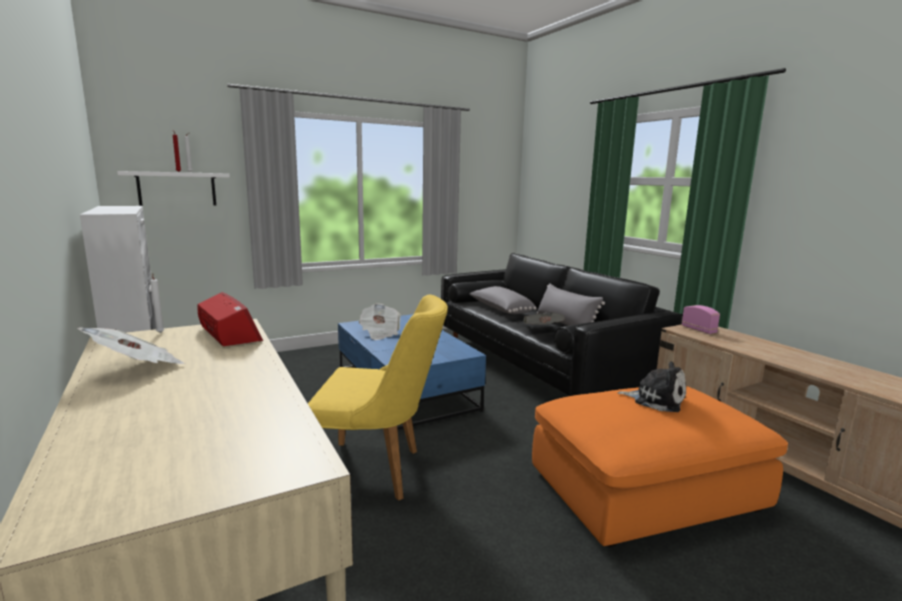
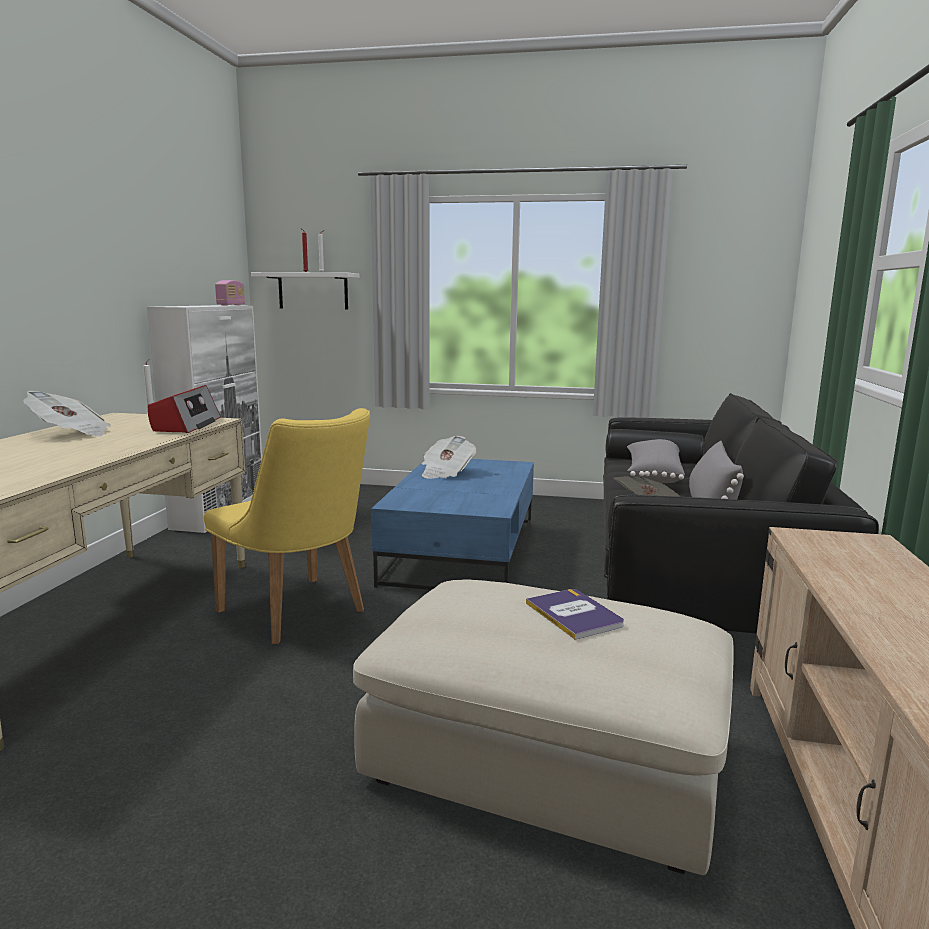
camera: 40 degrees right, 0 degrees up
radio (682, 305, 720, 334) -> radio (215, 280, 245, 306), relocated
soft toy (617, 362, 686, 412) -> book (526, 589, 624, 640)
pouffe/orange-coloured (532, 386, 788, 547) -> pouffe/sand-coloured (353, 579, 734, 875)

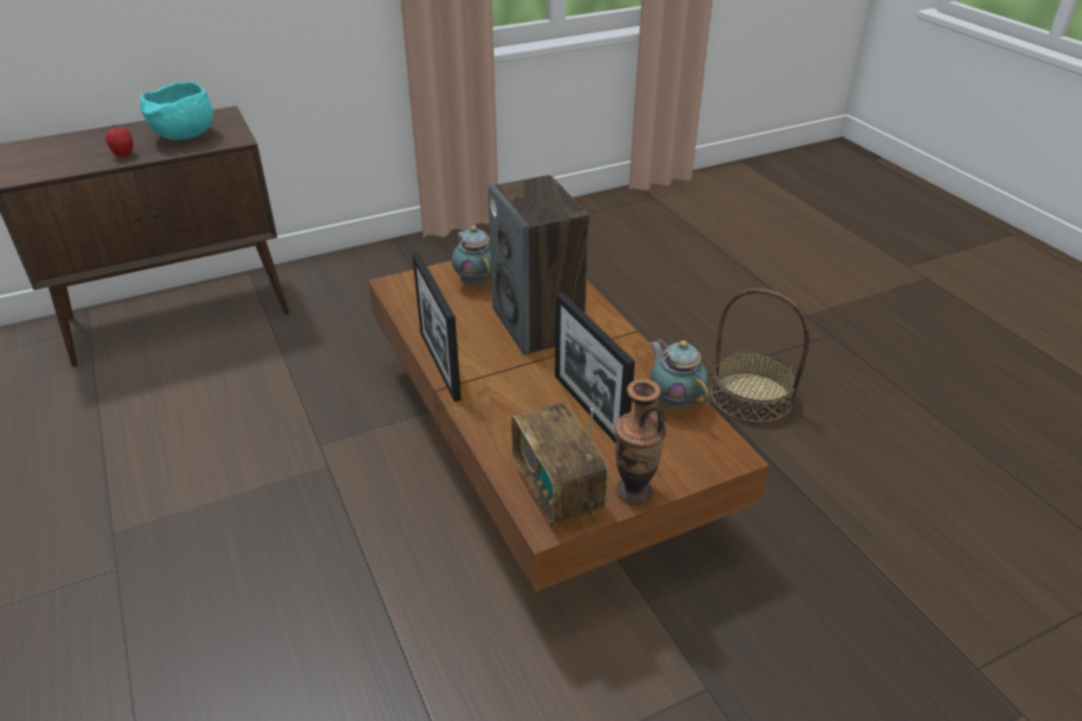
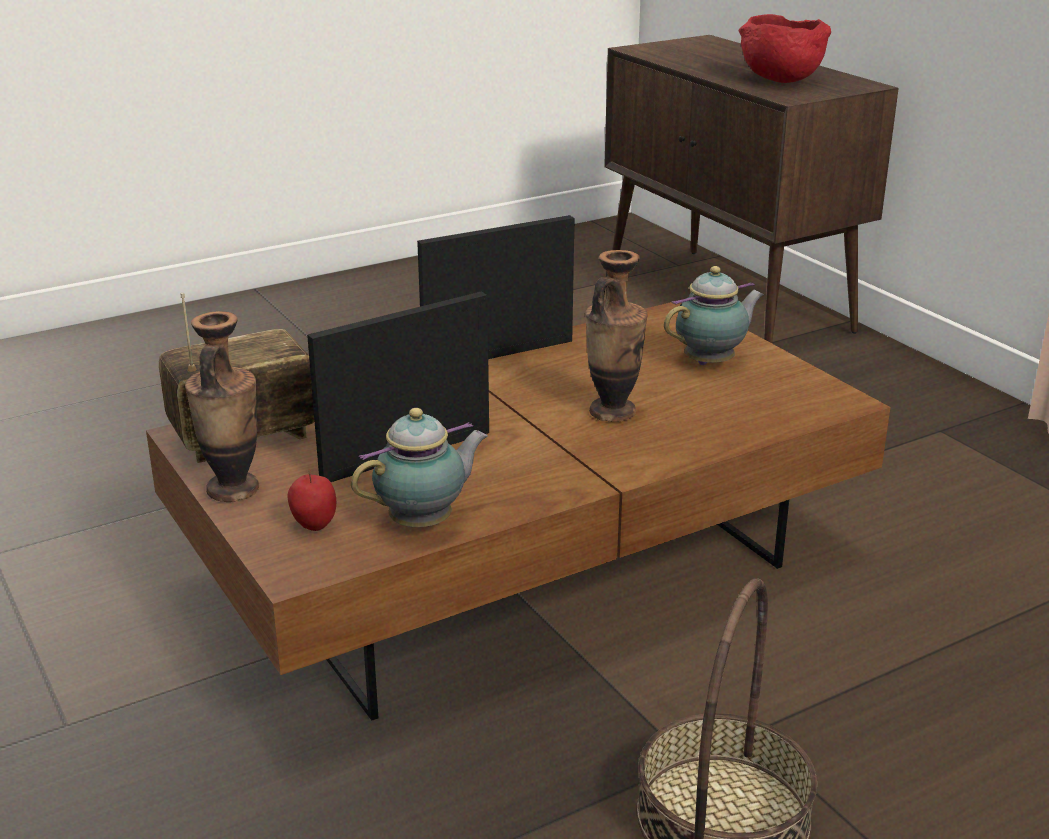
camera: 85 degrees right, 10 degrees down
deep dish/turquoise (140, 82, 213, 140) -> deep dish/reddish (738, 14, 831, 83)
apple (106, 124, 133, 157) -> apple (287, 469, 336, 531), relocated
audio speaker (488, 175, 589, 356) -> decorative vase (585, 250, 648, 422)

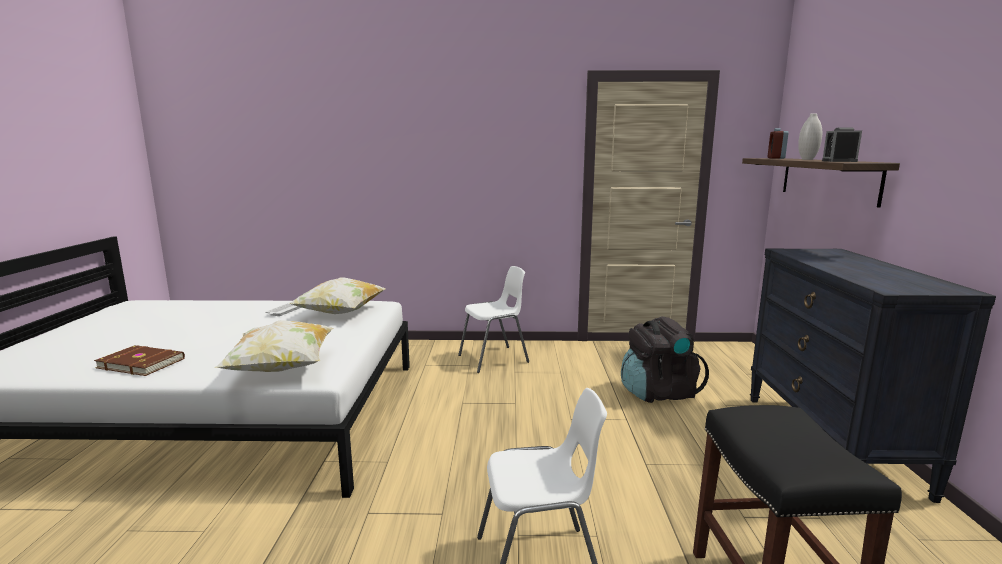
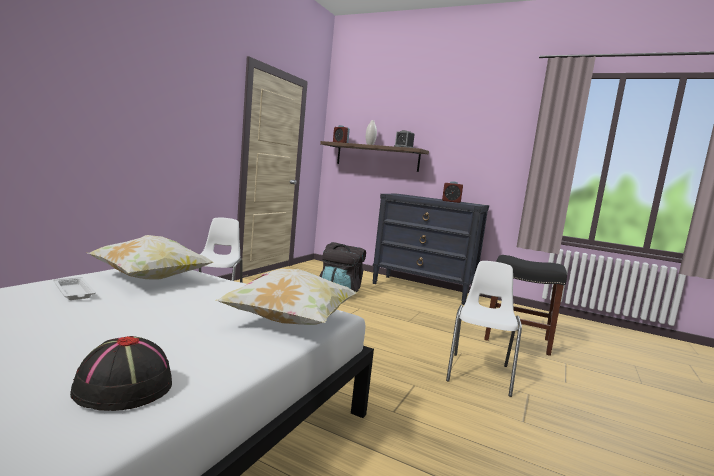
camera: 65 degrees left, 5 degrees down
book/brown-coloured (94, 345, 185, 376) -> clothing hat/black (70, 336, 172, 411)
none -> table clock (442, 181, 463, 203)

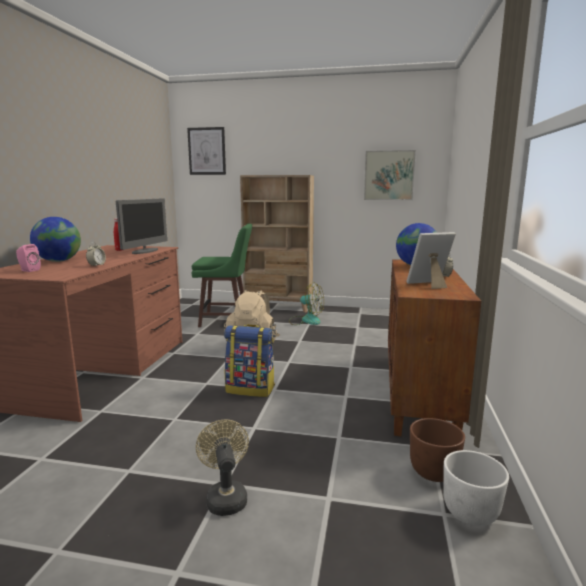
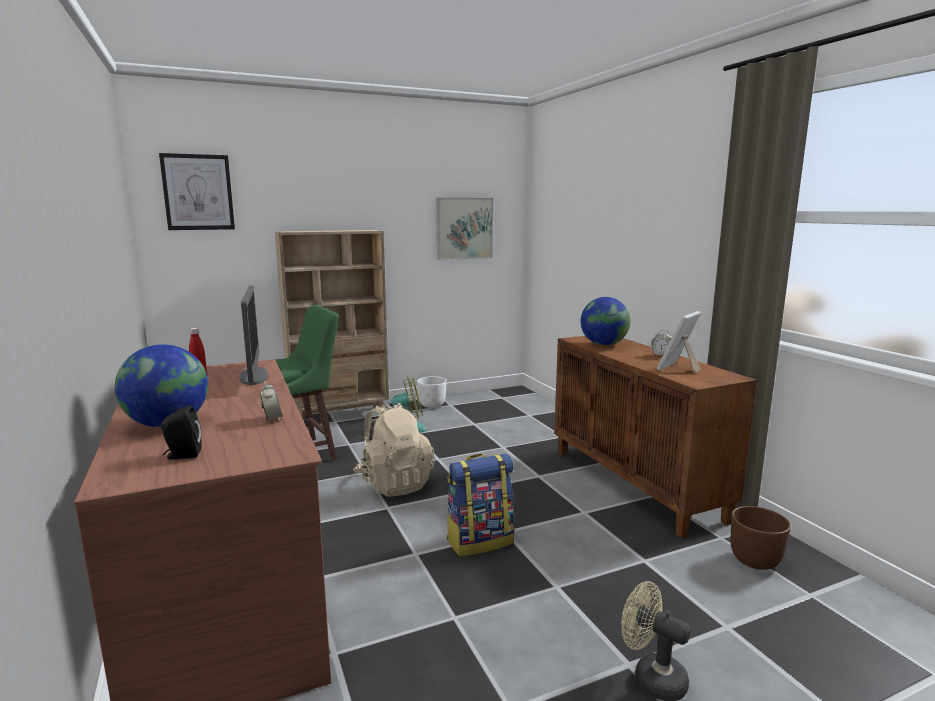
camera: 35 degrees left, 0 degrees up
audio speaker/pink (16, 244, 41, 272) -> audio speaker/black (161, 405, 202, 459)
plant pot/white (443, 450, 509, 527) -> plant pot/white (417, 376, 447, 408), relocated

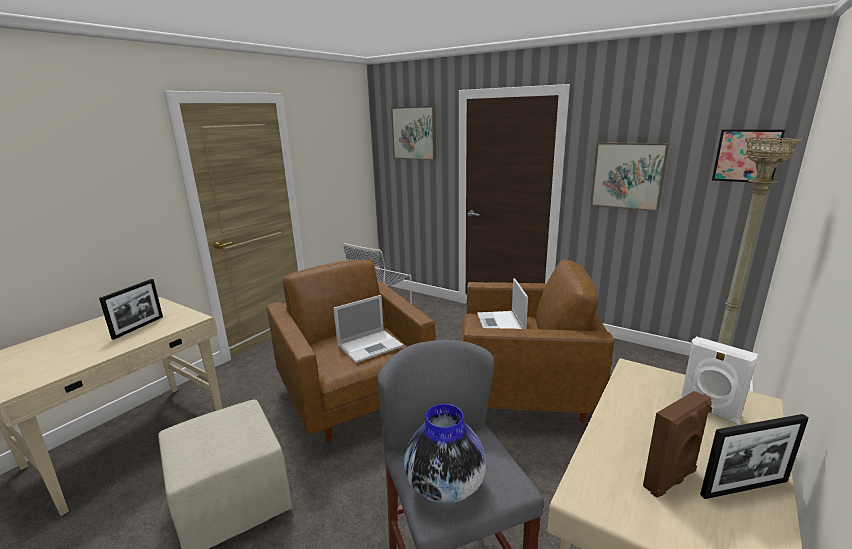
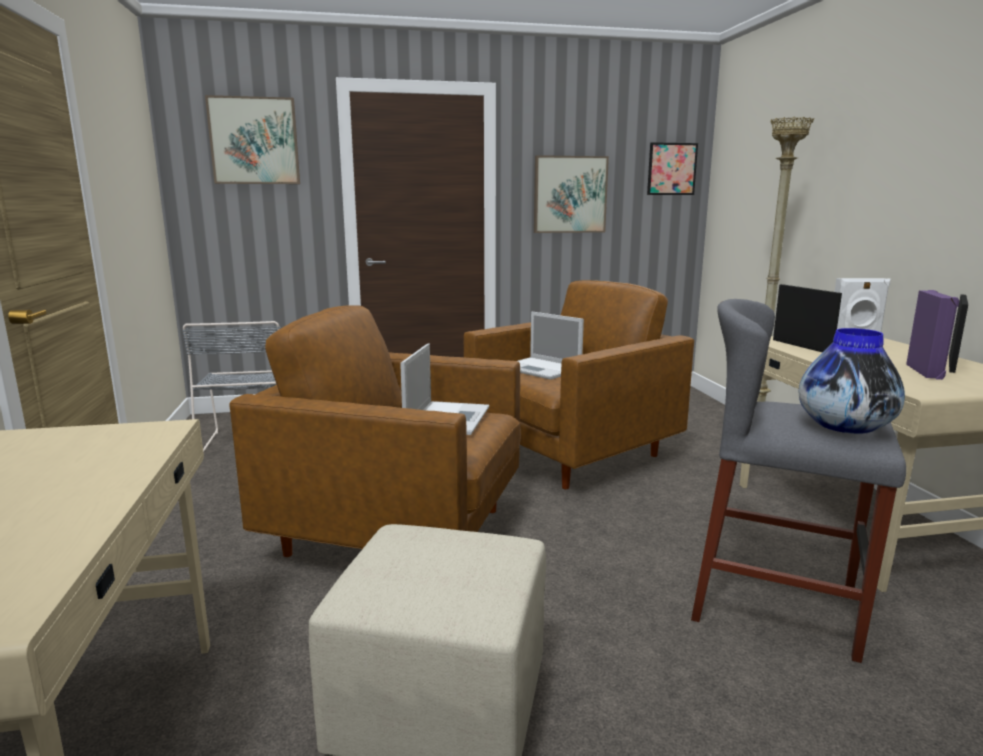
camera: 45 degrees left, 5 degrees down
standing frame (99, 279, 163, 340) -> standing frame (773, 284, 842, 352), relocated
audio speaker/brown-coloured (643, 391, 712, 498) -> audio speaker/purple (906, 290, 959, 380)

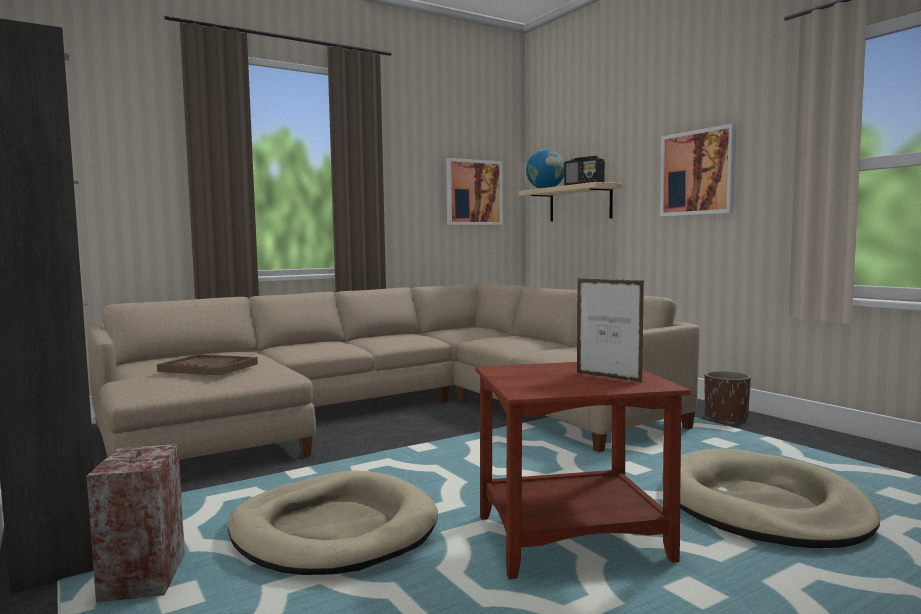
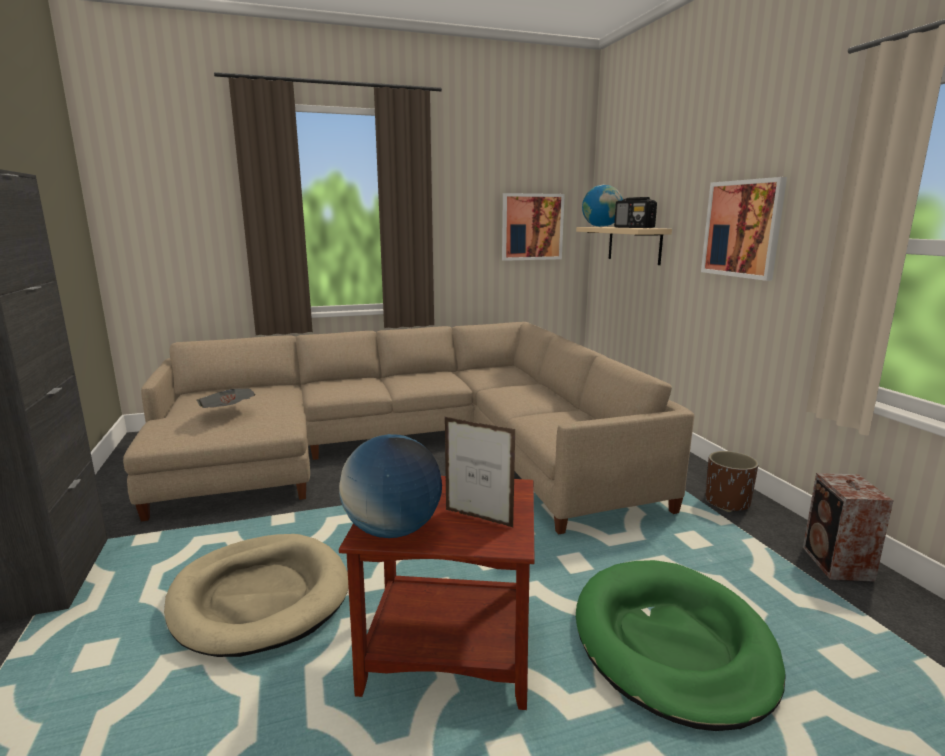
camera: 15 degrees right, 10 degrees up
standing frame (577, 278, 644, 383) -> standing frame (444, 416, 515, 527), 150 degrees clockwise
tray/brown-coloured (157, 354, 258, 376) -> daily paper (196, 388, 256, 408)
audio speaker (87, 444, 185, 602) -> audio speaker (803, 473, 893, 582), relocated
dog bed/sand-coloured (662, 449, 880, 548) -> dog bed/green (576, 560, 786, 731)
none -> desk globe (339, 434, 442, 538)

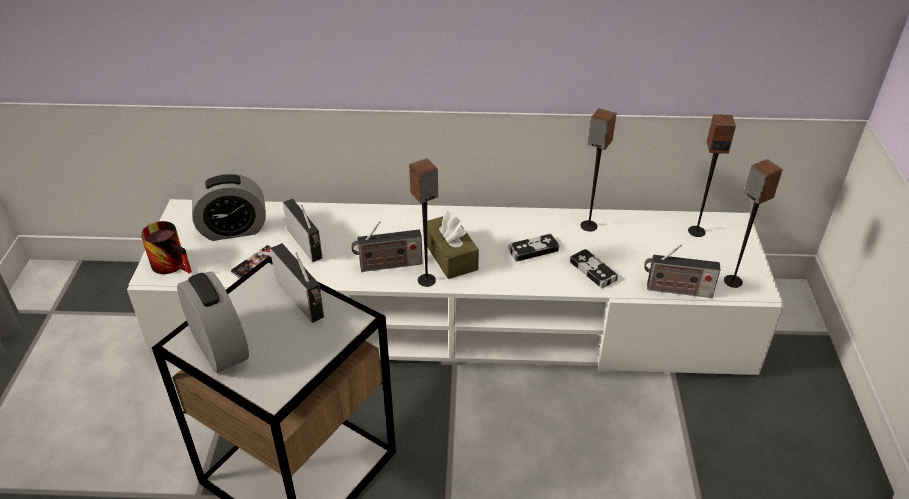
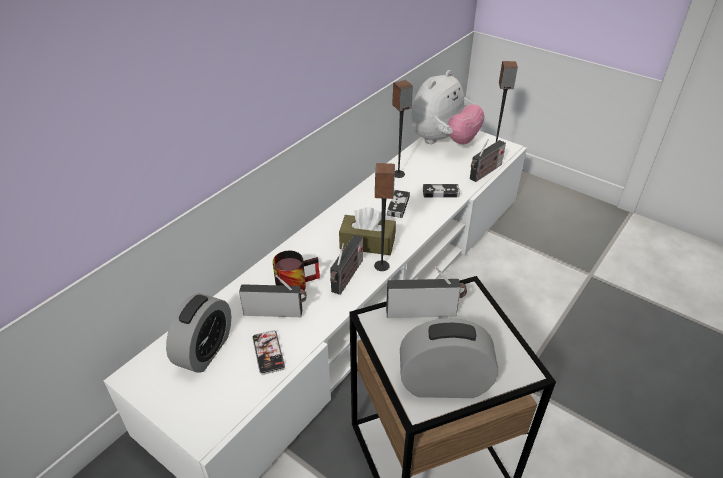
camera: 55 degrees left, 0 degrees up
audio speaker (688, 114, 736, 237) -> soft toy (410, 70, 485, 145)
tea mug (141, 221, 192, 274) -> tea mug (273, 251, 320, 291), relocated

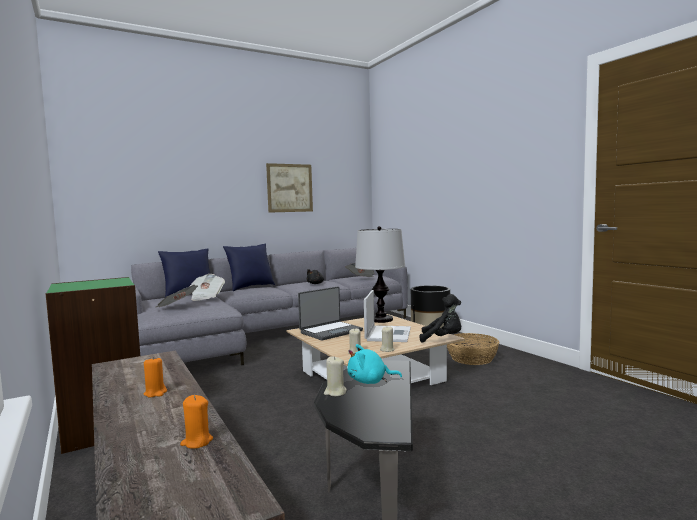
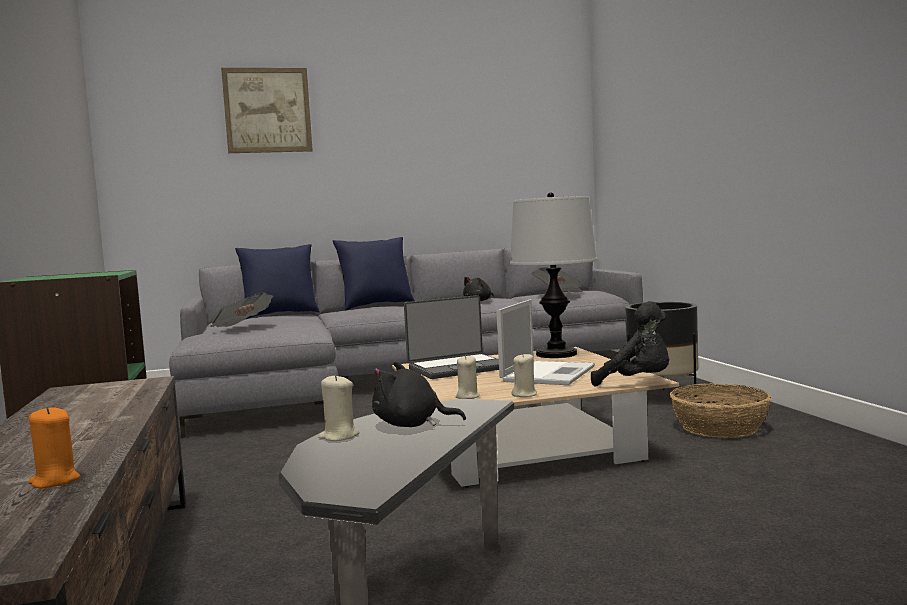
camera: 15 degrees right, 0 degrees up
wall art (266, 163, 313, 213) -> wall art (221, 68, 313, 153), relocated
daily paper (190, 274, 225, 301) -> none
soft toy/turquoise (347, 344, 402, 384) -> soft toy/black (372, 361, 466, 427)
candle/orange-coloured (144, 357, 167, 398) -> none

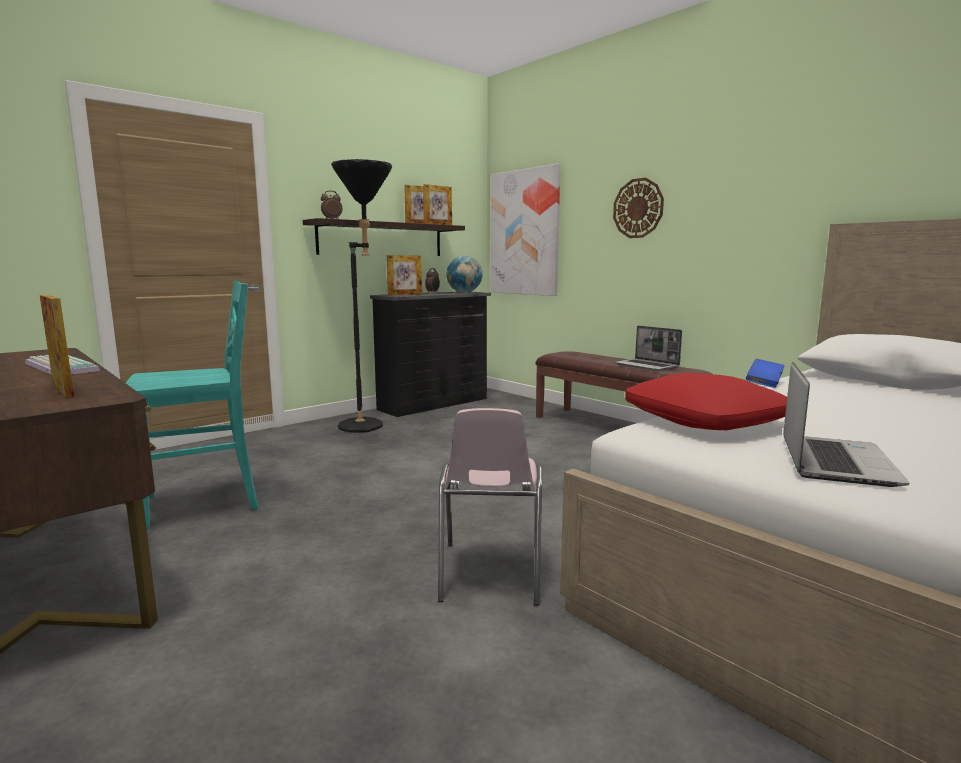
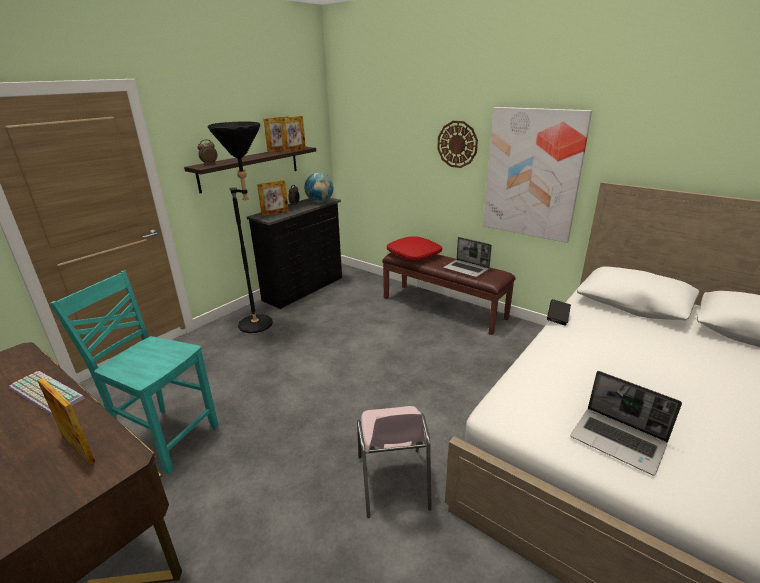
camera: 10 degrees left, 15 degrees up
wall art (491, 164, 560, 296) -> wall art (483, 107, 592, 243), relocated
chair/turquoise (126, 281, 259, 530) -> chair/turquoise (50, 271, 219, 474), 120 degrees counterclockwise
book/blue (746, 359, 785, 388) -> book/black (547, 299, 571, 325)
notebook computer (783, 362, 910, 487) -> notebook computer (570, 371, 682, 476), 120 degrees clockwise
pillow/reddish (625, 373, 787, 430) -> pillow/reddish (387, 236, 442, 260), relocated

